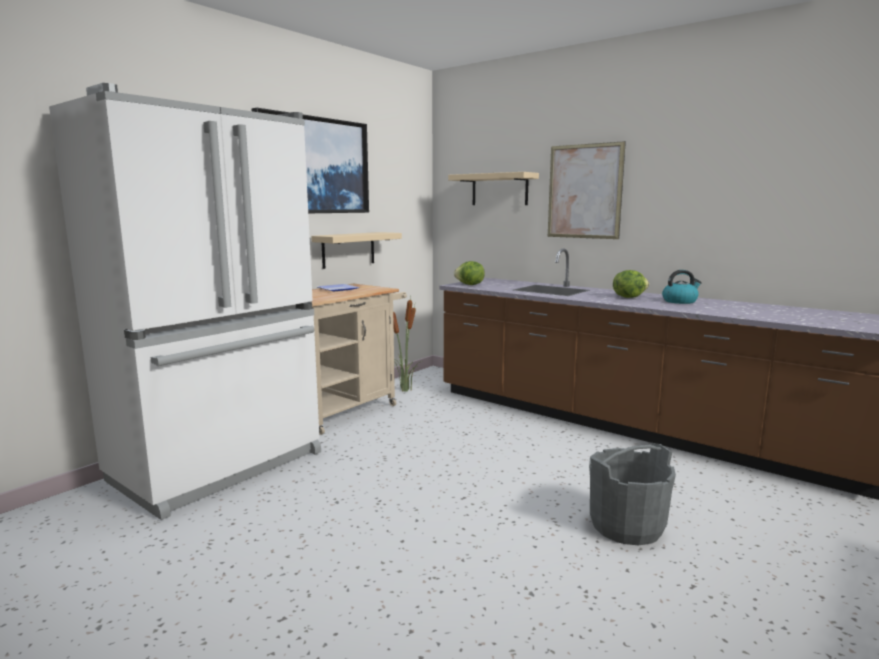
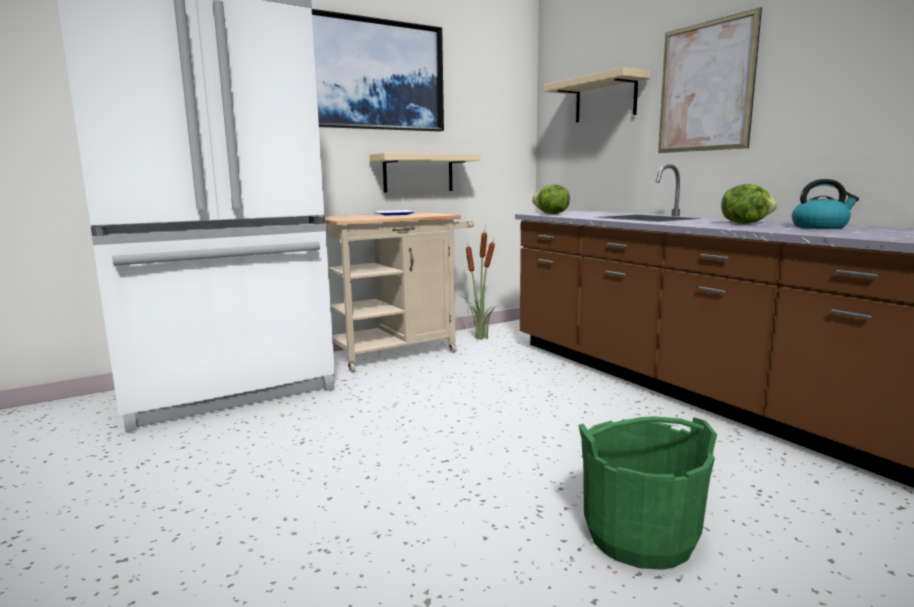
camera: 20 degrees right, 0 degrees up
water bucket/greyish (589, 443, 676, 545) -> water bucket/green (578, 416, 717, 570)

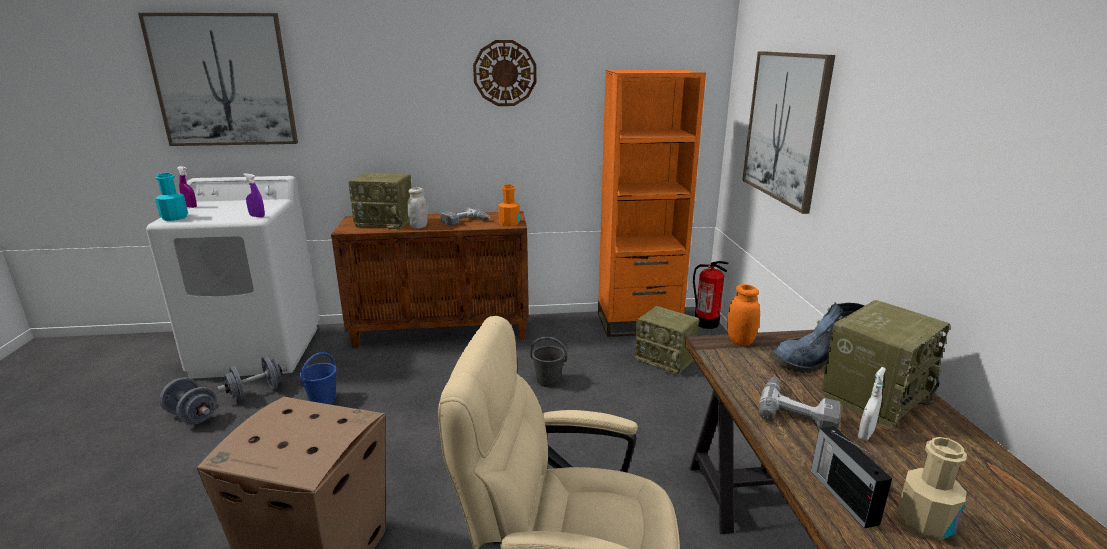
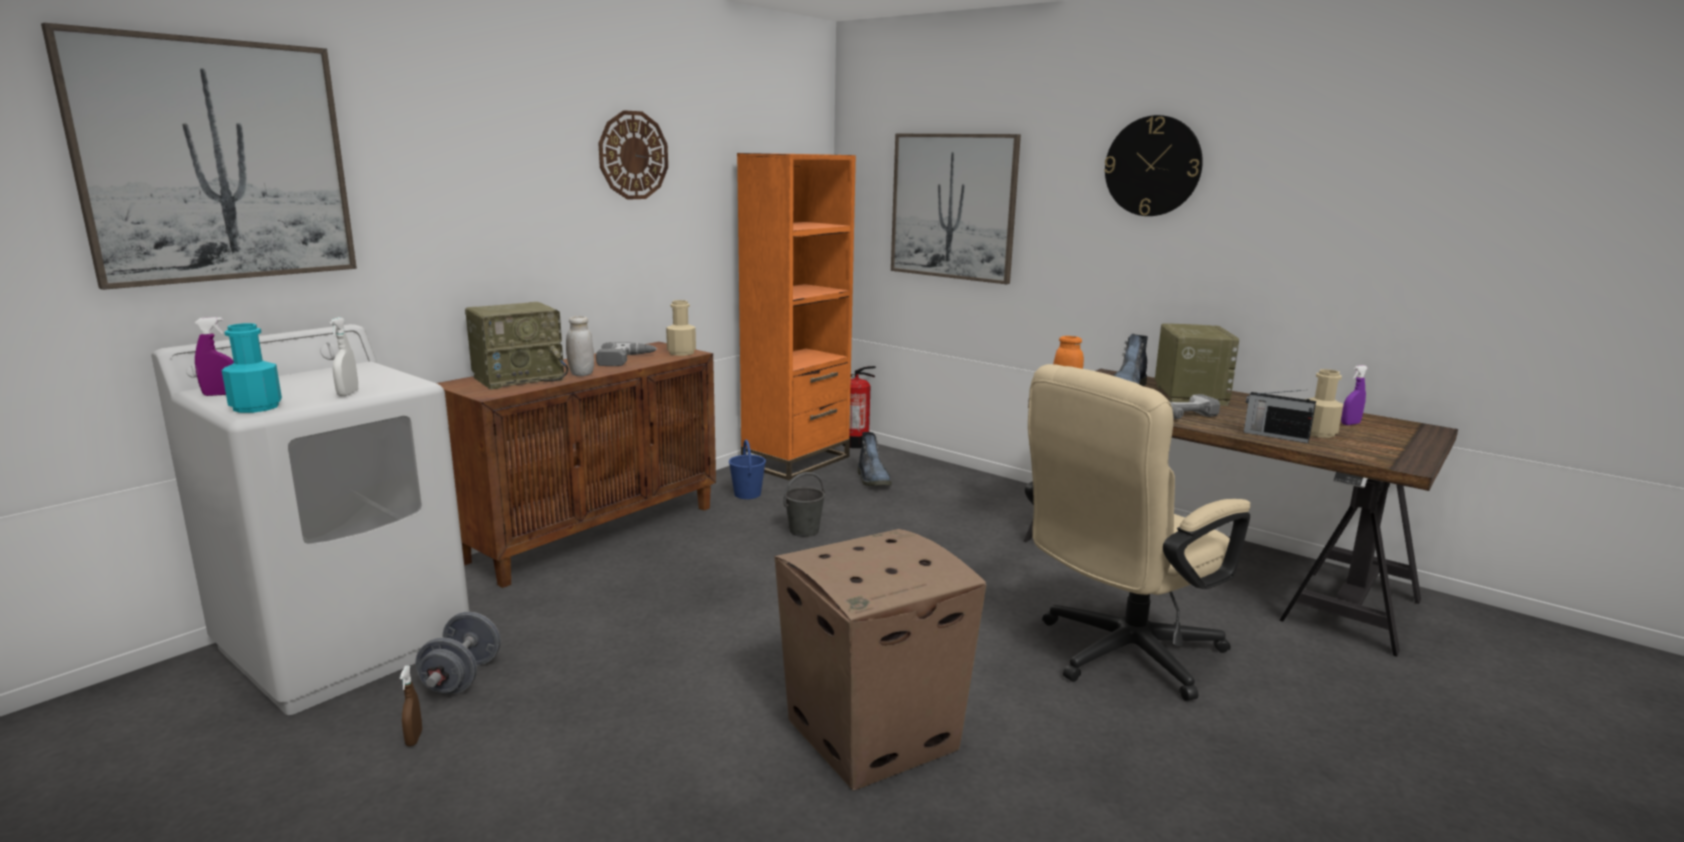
camera: 45 degrees left, 5 degrees down
hand sprayer/purple (243, 173, 265, 217) -> hand sprayer/purple (1341, 365, 1368, 425), relocated
drink bottle/orange-coloured (498, 184, 520, 226) -> drink bottle/sand-coloured (666, 300, 696, 356)
radio (634, 306, 699, 375) -> boot (858, 432, 891, 486)
water bucket/blue (300, 352, 337, 404) -> water bucket/blue (729, 440, 766, 499), relocated
hand sprayer/white (858, 367, 886, 440) -> hand sprayer/white (329, 317, 358, 396), relocated
dumbbell/greyish (160, 378, 217, 425) -> hand sprayer/brown-coloured (400, 666, 422, 746)
none -> clock on the wall (1104, 115, 1203, 216)

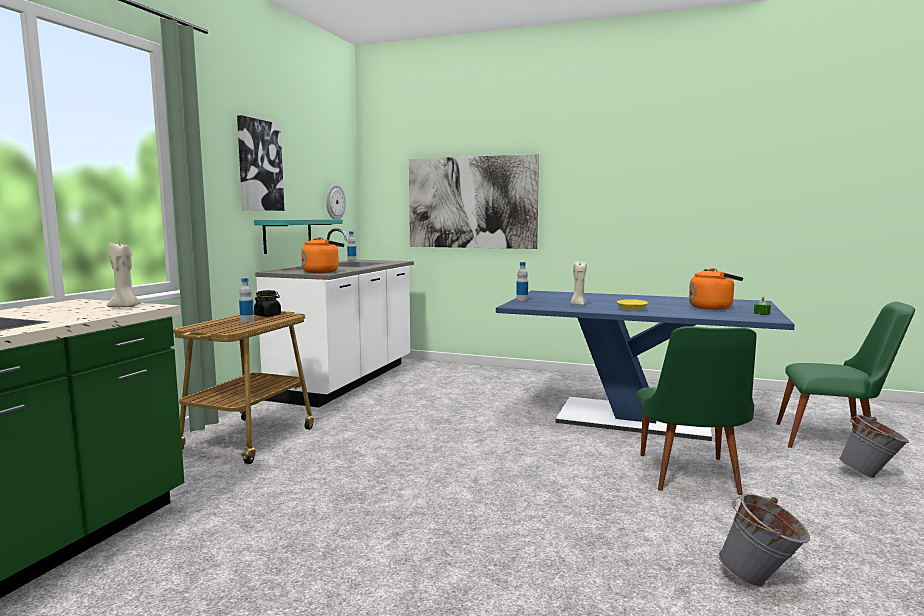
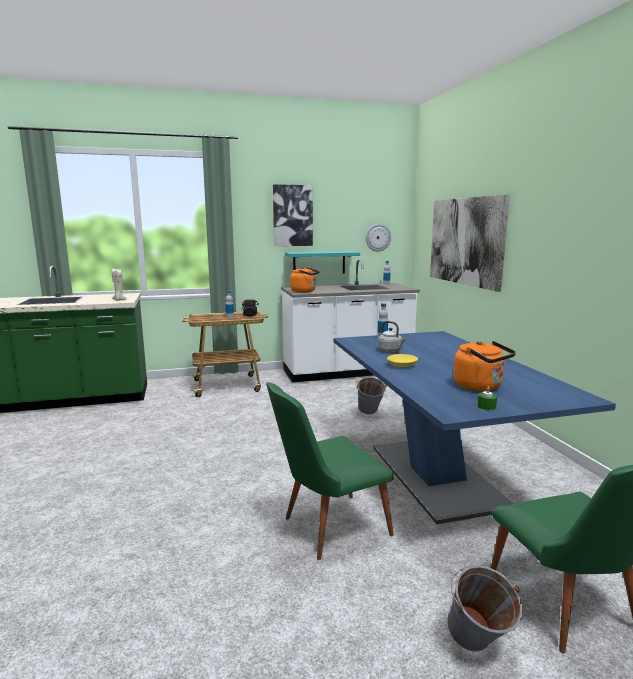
camera: 55 degrees right, 5 degrees up
candle/sand-coloured (570, 261, 587, 305) -> tea kettle/greyish (378, 321, 407, 352)
water bucket/greyish (719, 493, 810, 587) -> water bucket/greyish (356, 377, 387, 414), relocated

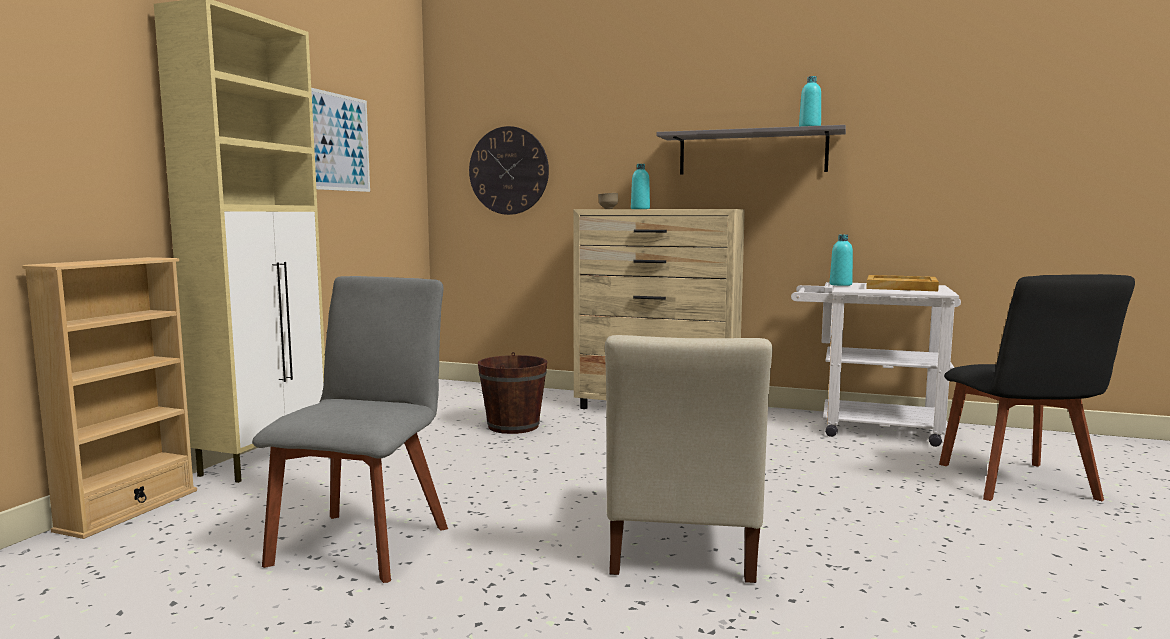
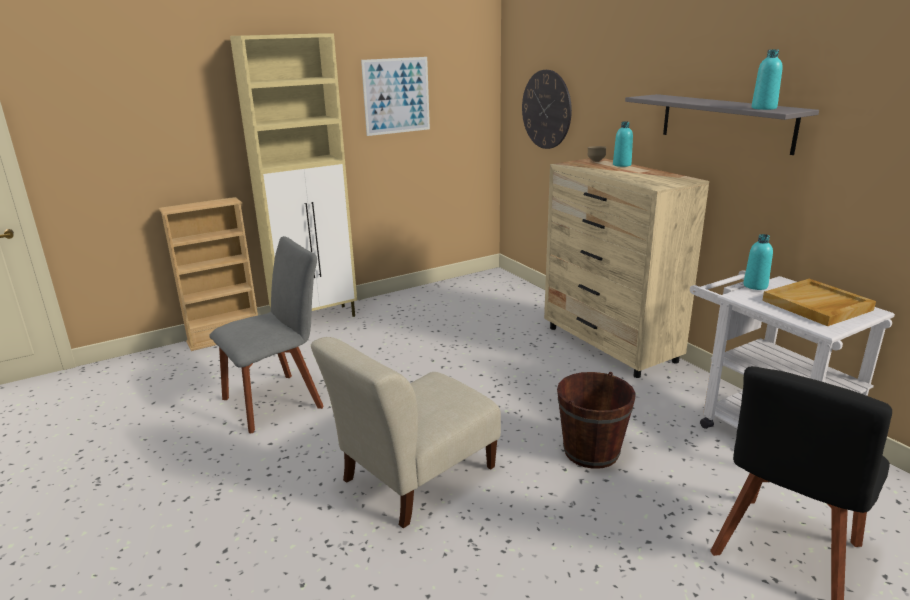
camera: 40 degrees right, 15 degrees up
water bucket/brown-coloured (478, 352, 547, 434) -> water bucket/brown-coloured (557, 372, 636, 469), relocated

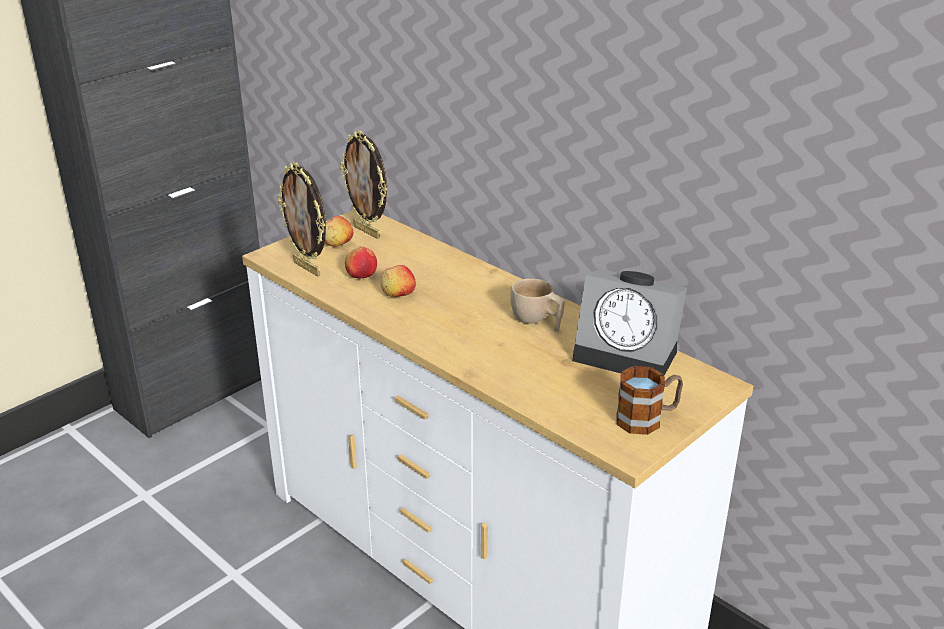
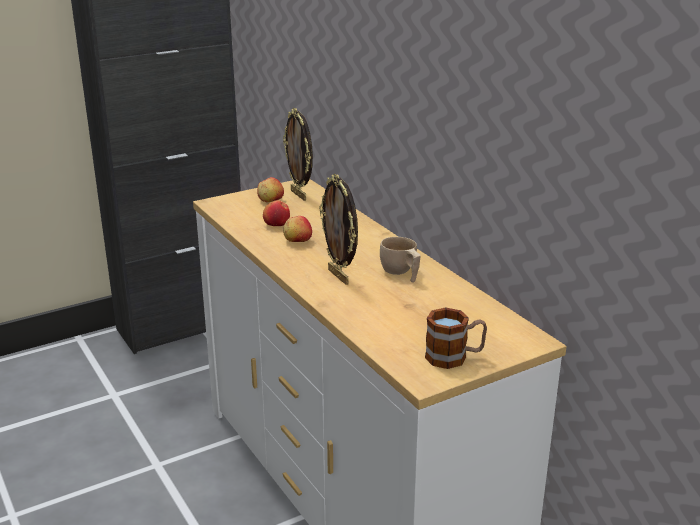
camera: 15 degrees right, 5 degrees down
standing frame (277, 162, 326, 277) -> standing frame (319, 174, 358, 285), relocated
table clock (572, 269, 687, 376) -> none

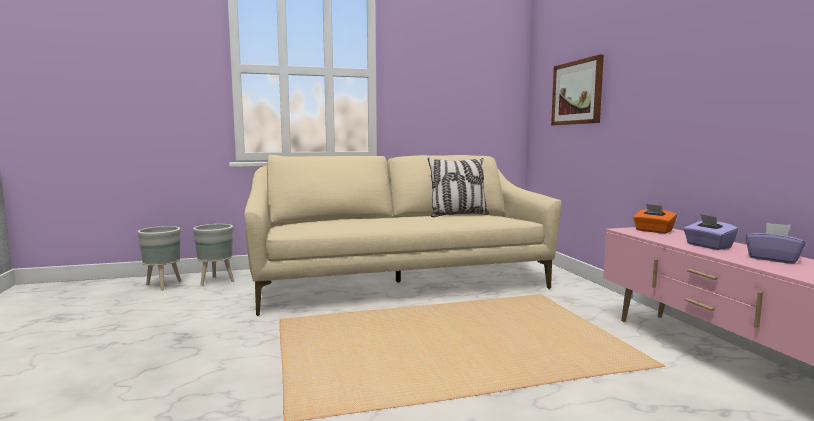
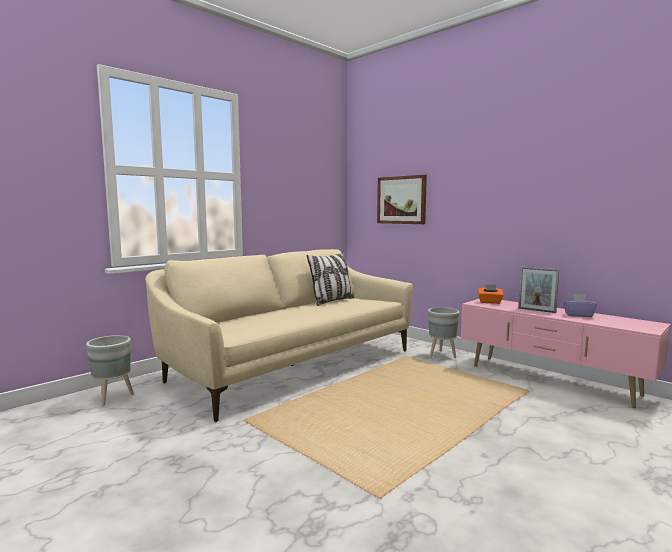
camera: 30 degrees left, 0 degrees up
tissue holder/purple (684, 214, 738, 250) -> standing frame (518, 267, 559, 313)
plant pot/greyish (138, 226, 181, 291) -> plant pot/greyish (428, 307, 460, 358), relocated

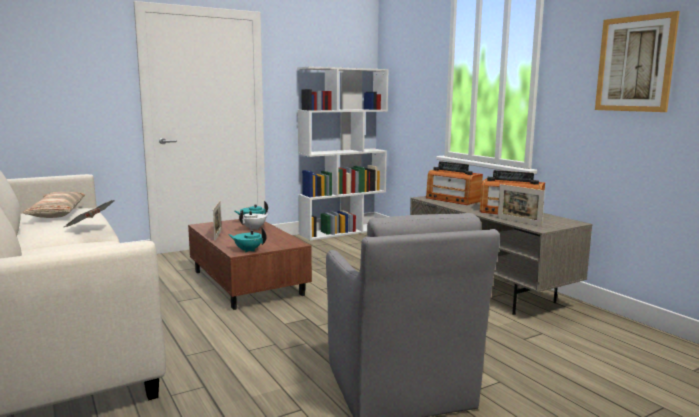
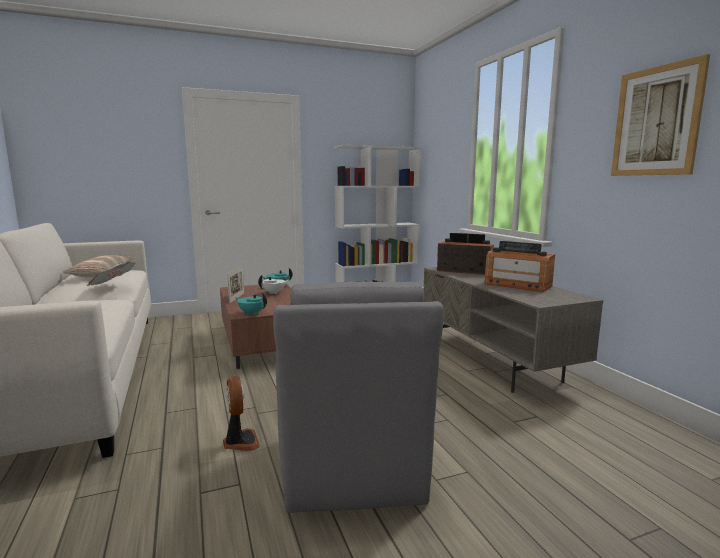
camera: 10 degrees right, 0 degrees up
radio (426, 161, 483, 205) -> radio (437, 233, 494, 275), 150 degrees clockwise
standing frame (498, 184, 545, 227) -> none
none -> electric fan (223, 376, 260, 451)

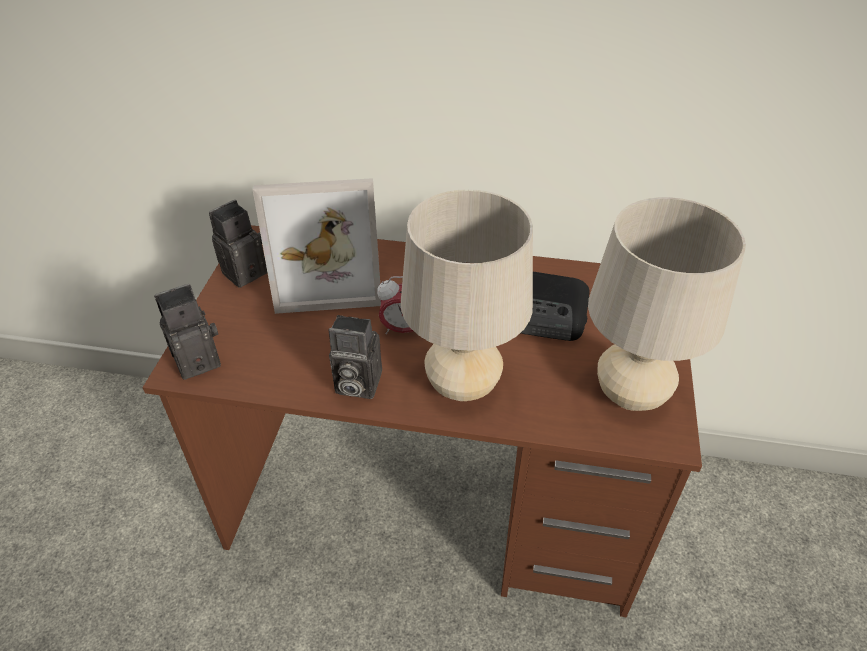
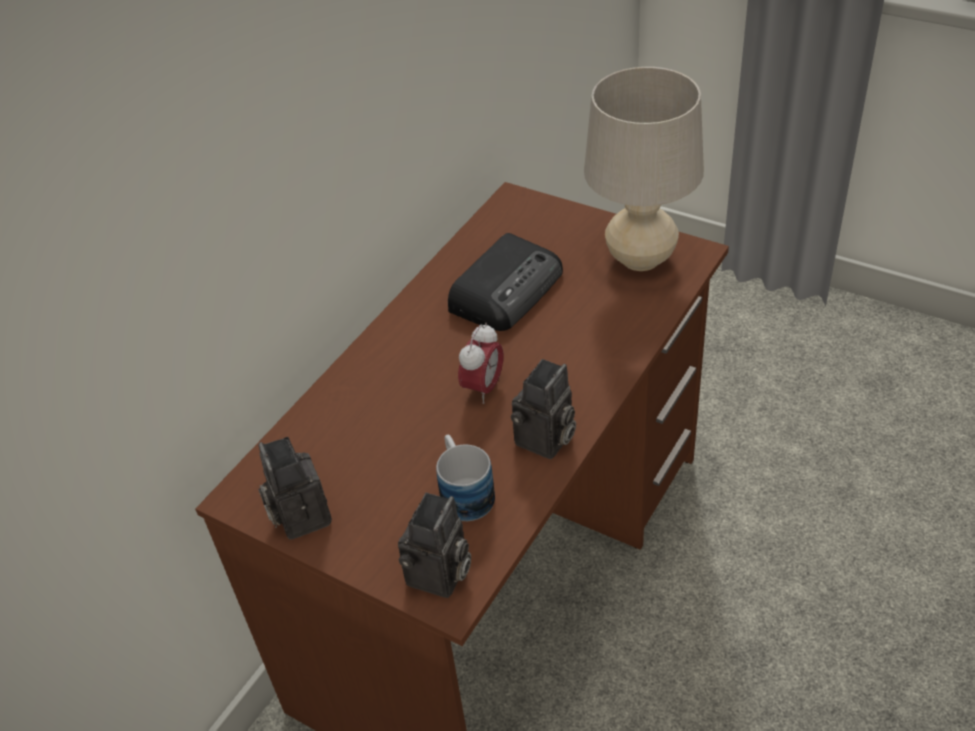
camera: 65 degrees left, 0 degrees up
standing frame (252, 178, 381, 314) -> none
table lamp/sand-coloured (401, 189, 533, 401) -> none
photo camera (154, 284, 221, 380) -> photo camera (398, 492, 471, 598), 150 degrees counterclockwise
none -> tea mug (436, 435, 495, 521)

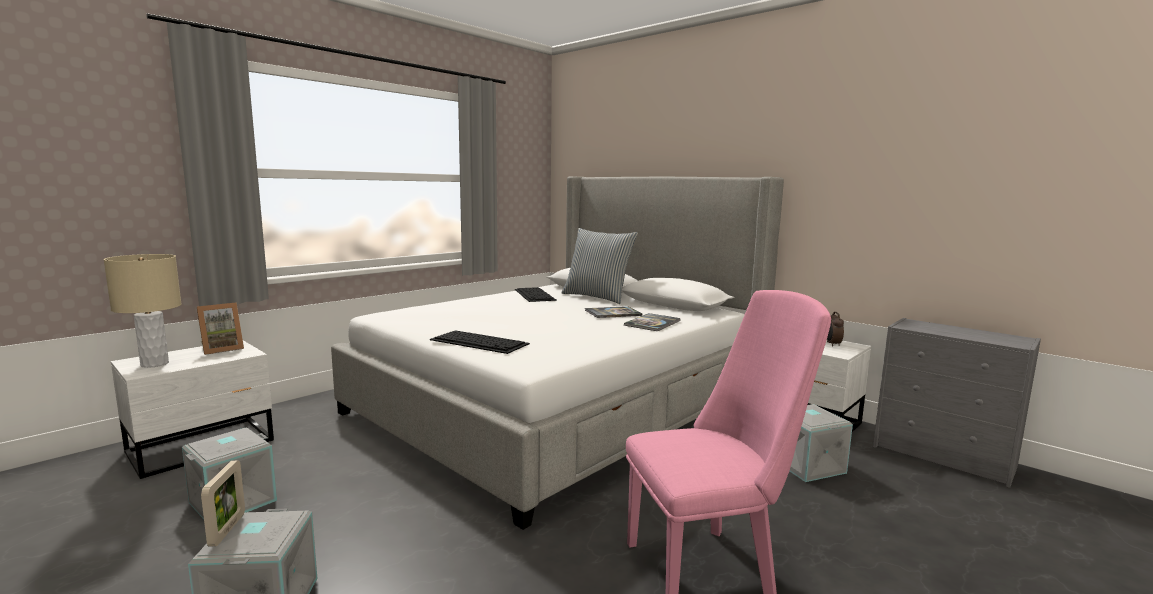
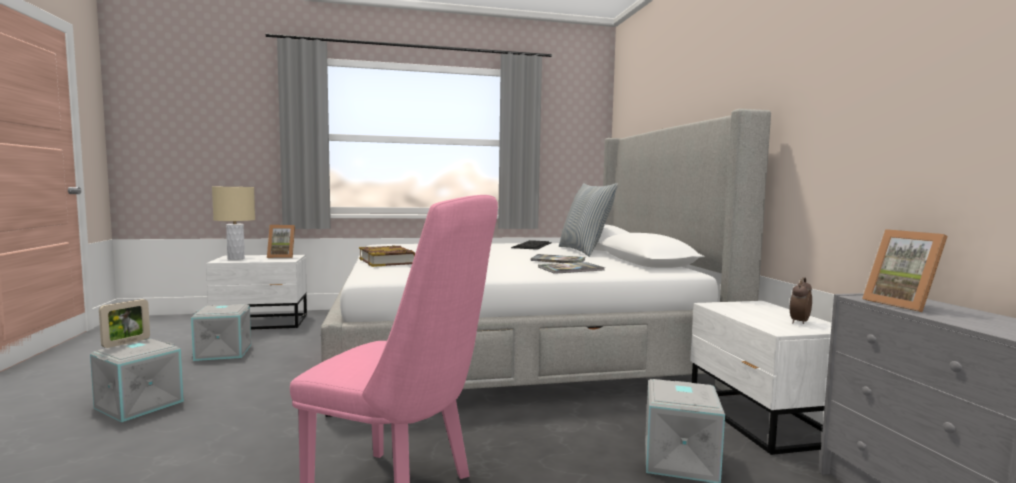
camera: 35 degrees right, 5 degrees down
keyboard (430, 330, 530, 354) -> book (359, 245, 415, 267)
none -> standing frame (862, 229, 948, 312)

